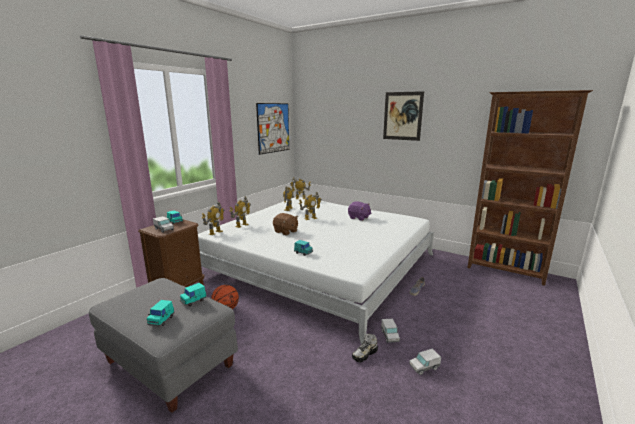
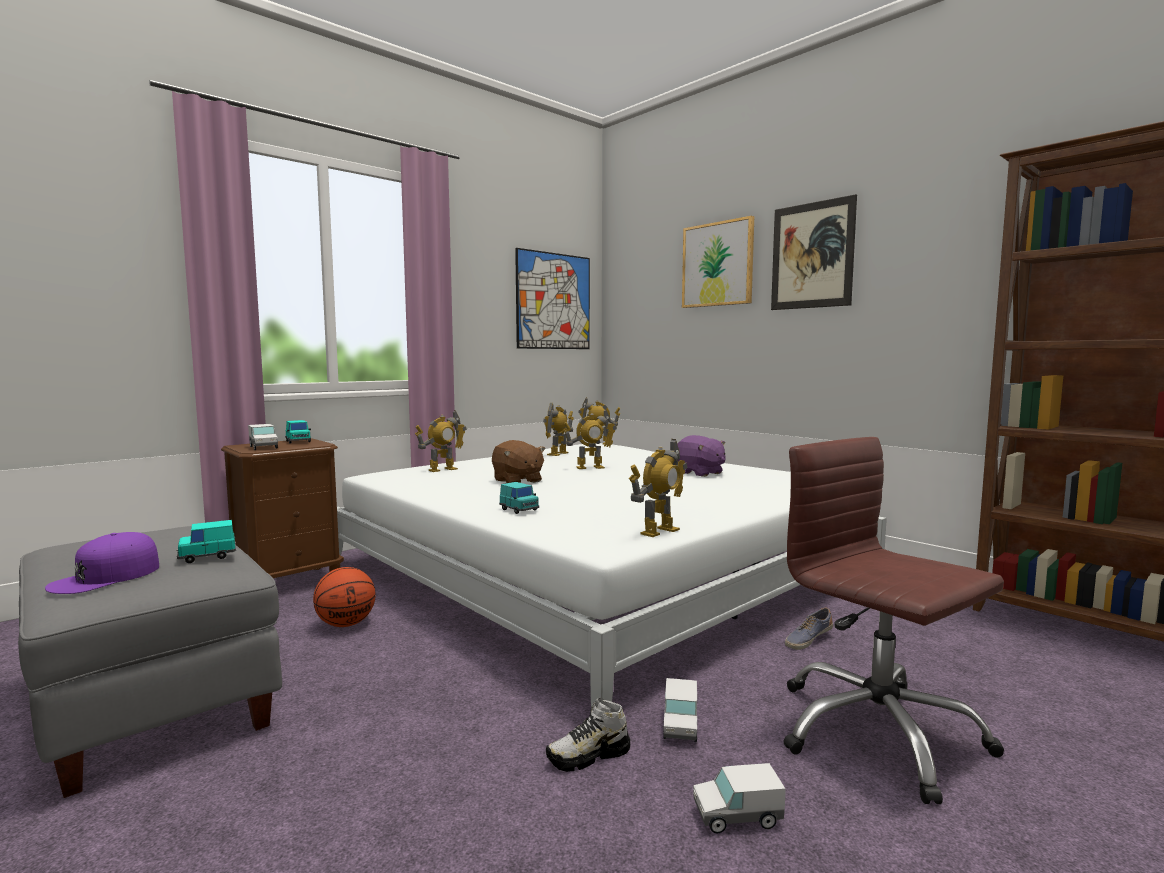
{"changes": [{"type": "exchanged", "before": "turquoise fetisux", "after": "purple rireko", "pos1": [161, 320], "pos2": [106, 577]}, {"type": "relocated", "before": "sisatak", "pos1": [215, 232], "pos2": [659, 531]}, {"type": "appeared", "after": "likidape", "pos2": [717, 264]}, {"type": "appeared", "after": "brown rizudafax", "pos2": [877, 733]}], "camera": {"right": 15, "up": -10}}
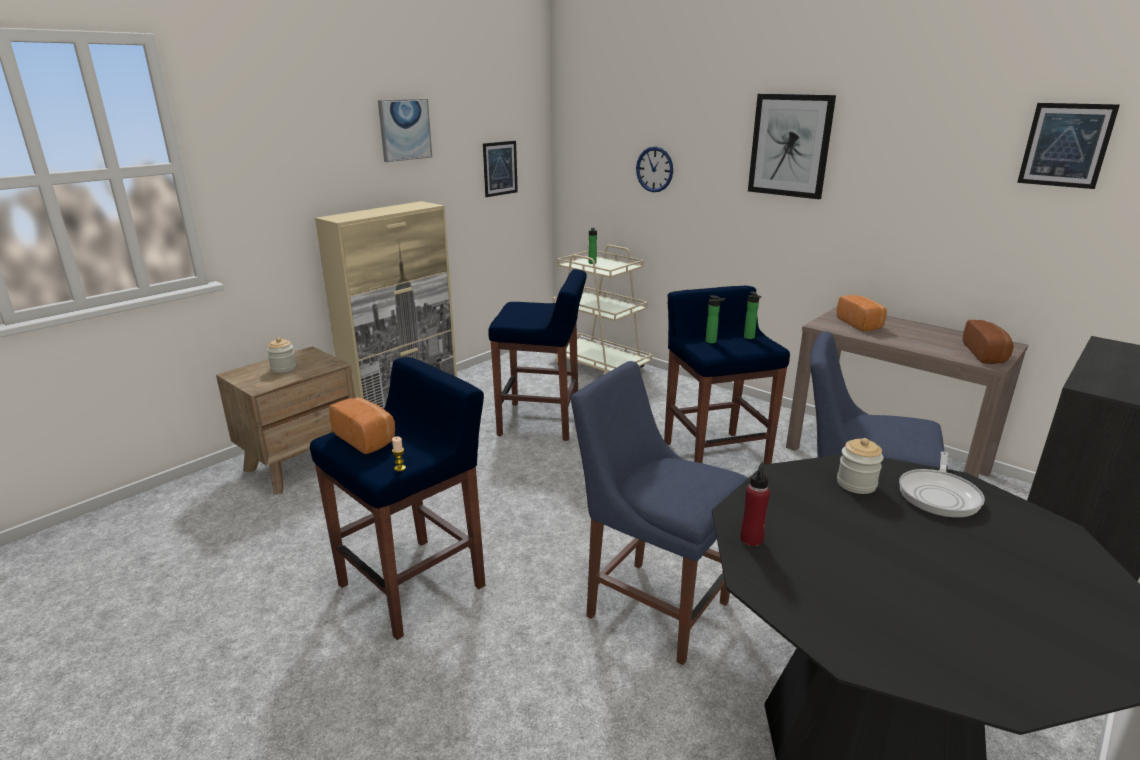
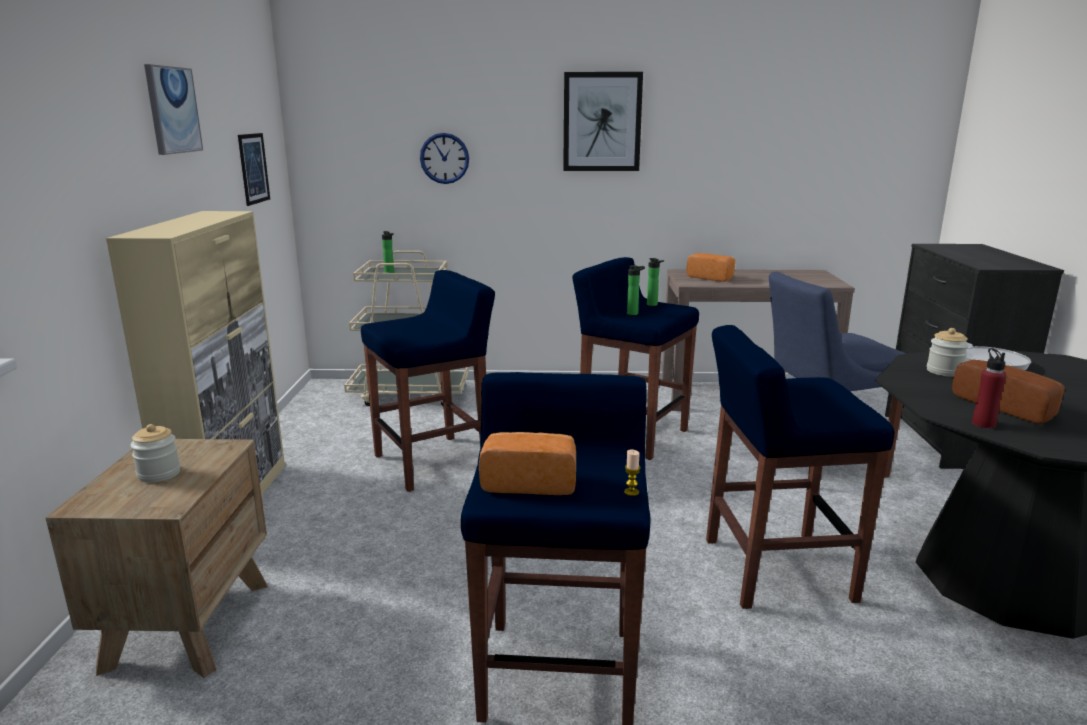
{"changes": [{"type": "exchanged", "before": "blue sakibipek", "after": "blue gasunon", "pos1": [652, 605], "pos2": [774, 570]}, {"type": "relocated", "before": "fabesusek", "pos1": [987, 354], "pos2": [1007, 406]}, {"type": "missing", "before": "likidape", "pos1": [1066, 145]}], "camera": {"right": -40, "up": -5}}
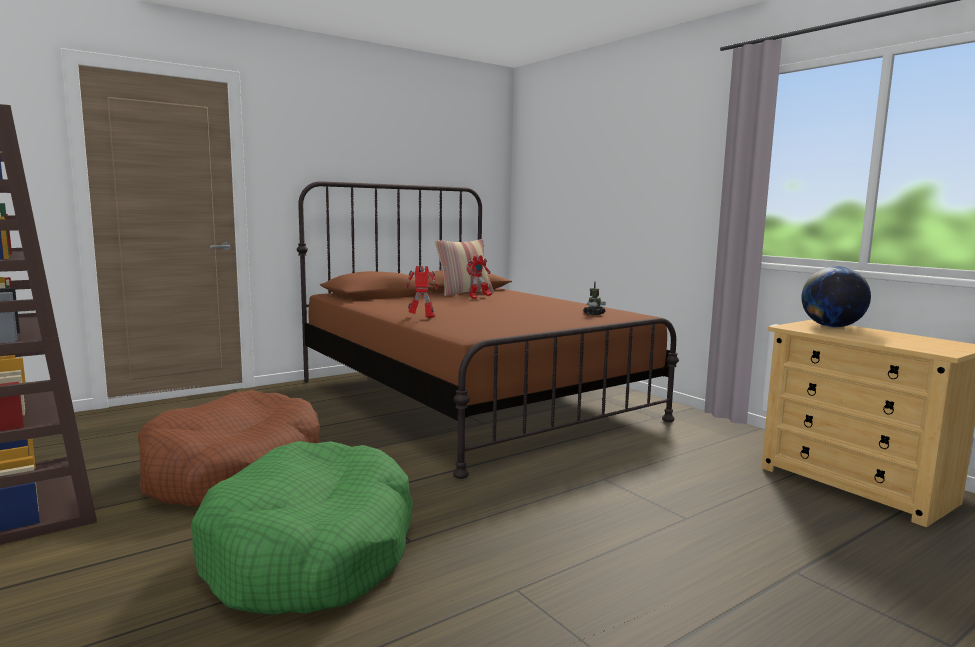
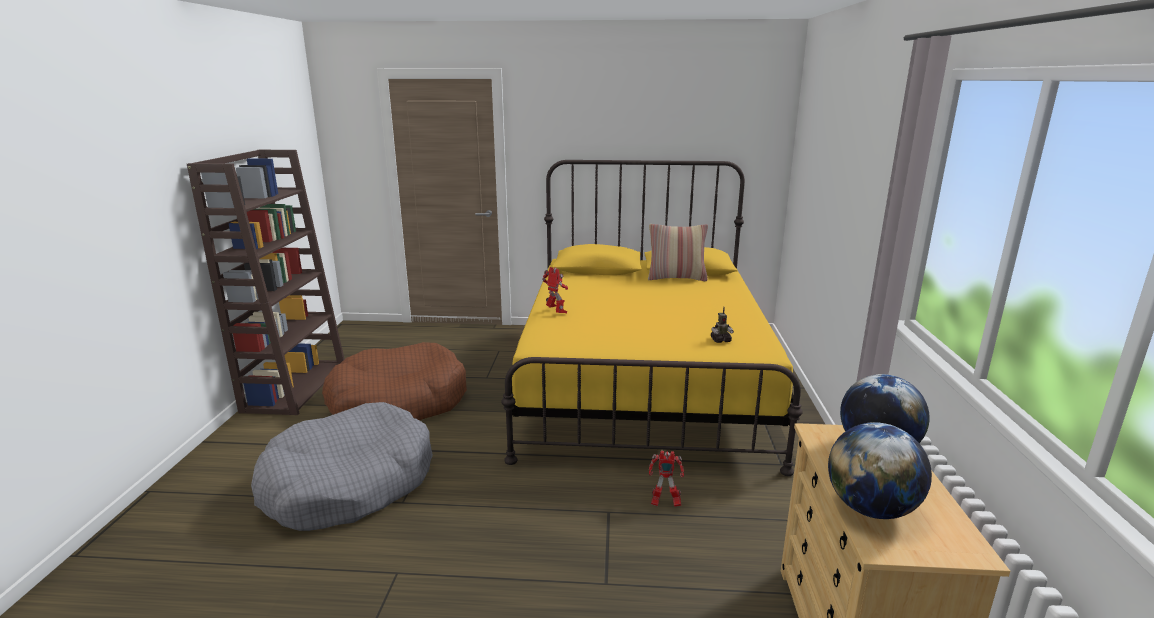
{"changes": [{"type": "colour", "before": "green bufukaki", "after": "grey bufukaki", "pos1": [311, 551], "pos2": [348, 484]}, {"type": "colour", "before": "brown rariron", "after": "yellow rariron", "pos1": [471, 399], "pos2": [642, 384]}, {"type": "relocated", "before": "sisatak", "pos1": [478, 298], "pos2": [664, 503]}, {"type": "appeared", "after": "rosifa", "pos2": [870, 508]}], "camera": {"right": 40, "up": 10}}
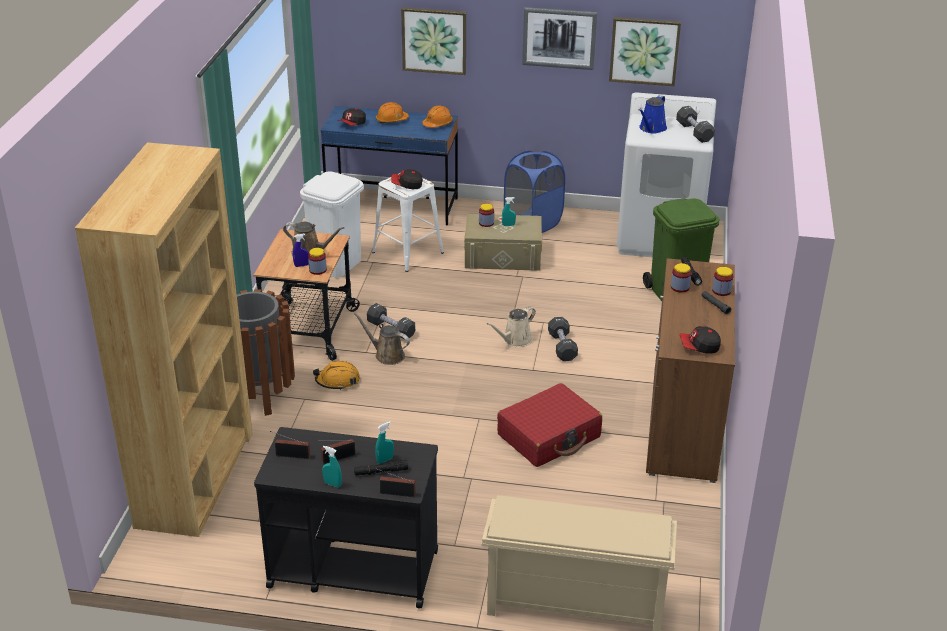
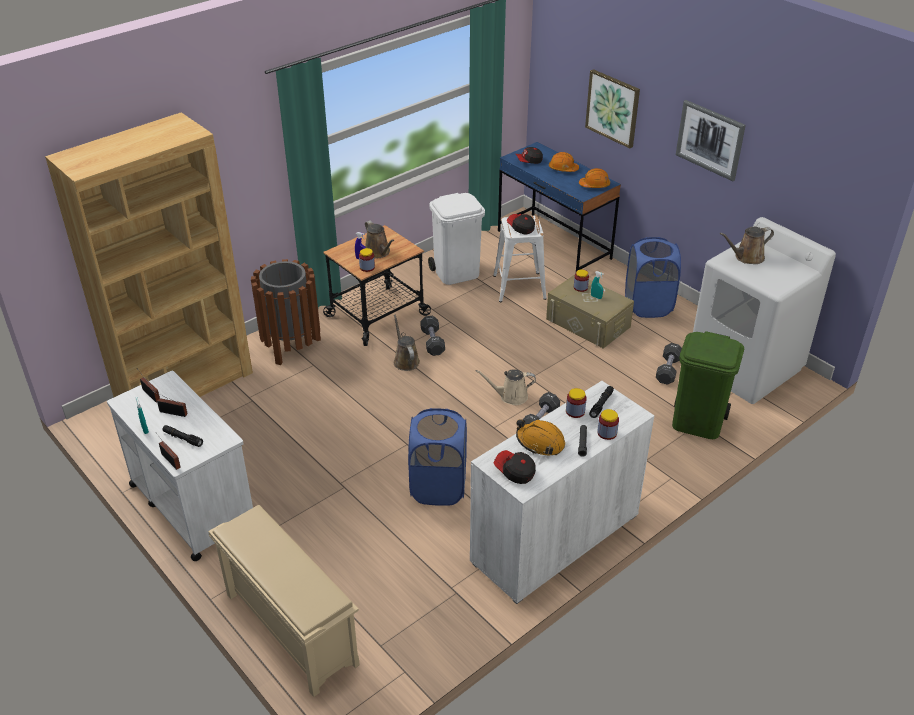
{"changes": [{"type": "colour", "before": "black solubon", "after": "white solubon", "pos1": [352, 568], "pos2": [192, 505]}, {"type": "exchanged", "before": "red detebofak", "after": "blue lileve", "pos1": [549, 436], "pos2": [438, 487]}, {"type": "colour", "before": "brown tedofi", "after": "white tedofi", "pos1": [683, 423], "pos2": [555, 538]}, {"type": "relocated", "before": "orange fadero", "pos1": [337, 381], "pos2": [540, 442]}, {"type": "relocated", "before": "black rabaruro", "pos1": [694, 132], "pos2": [668, 370]}, {"type": "colour", "before": "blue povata", "after": "brown povata", "pos1": [651, 128], "pos2": [746, 257]}, {"type": "missing", "before": "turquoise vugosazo", "pos1": [385, 460]}, {"type": "missing", "before": "likidape", "pos1": [644, 51]}], "camera": {"right": 40, "up": 5}}
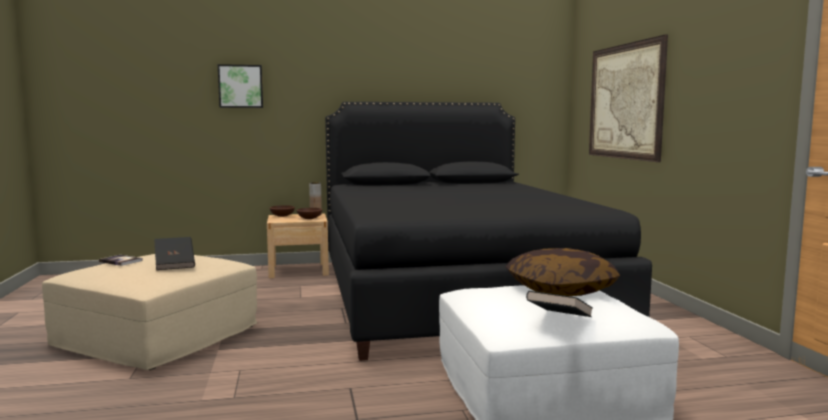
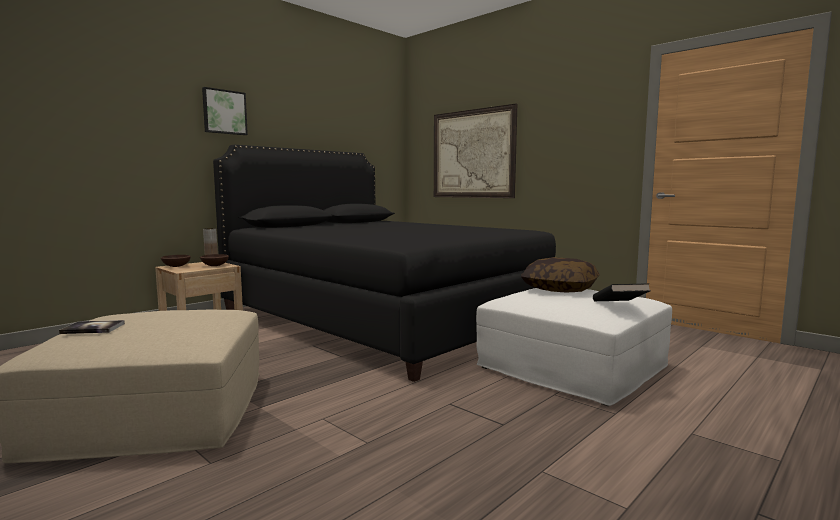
{"changes": [{"type": "relocated", "before": "likidape", "pos1": [240, 86], "pos2": [224, 112]}, {"type": "missing", "before": "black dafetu", "pos1": [175, 264]}], "camera": {"right": -35, "up": 0}}
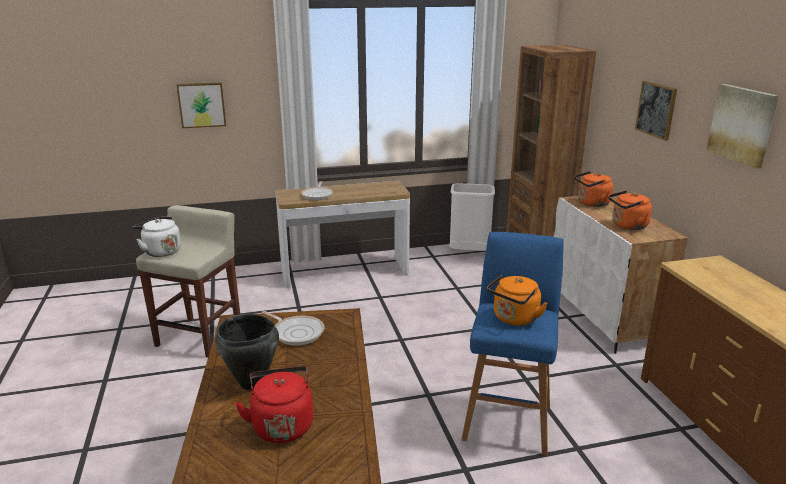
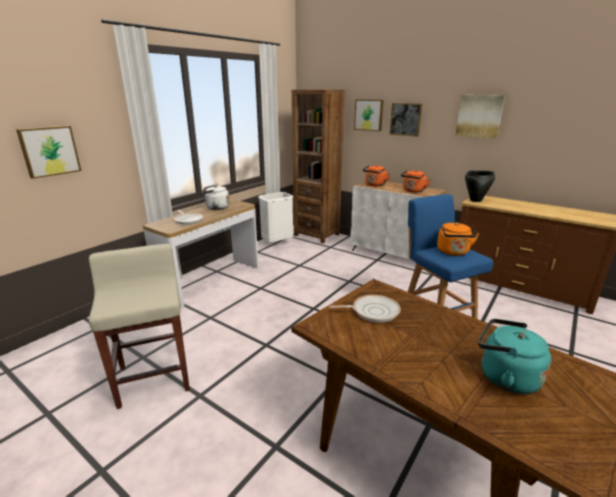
{"changes": [{"type": "relocated", "before": "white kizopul", "pos1": [160, 251], "pos2": [216, 208]}, {"type": "appeared", "after": "likidape", "pos2": [369, 115]}, {"type": "relocated", "before": "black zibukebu", "pos1": [252, 383], "pos2": [476, 200]}, {"type": "colour", "before": "red kizopul", "after": "turquoise kizopul", "pos1": [282, 425], "pos2": [504, 377]}], "camera": {"right": -40, "up": 0}}
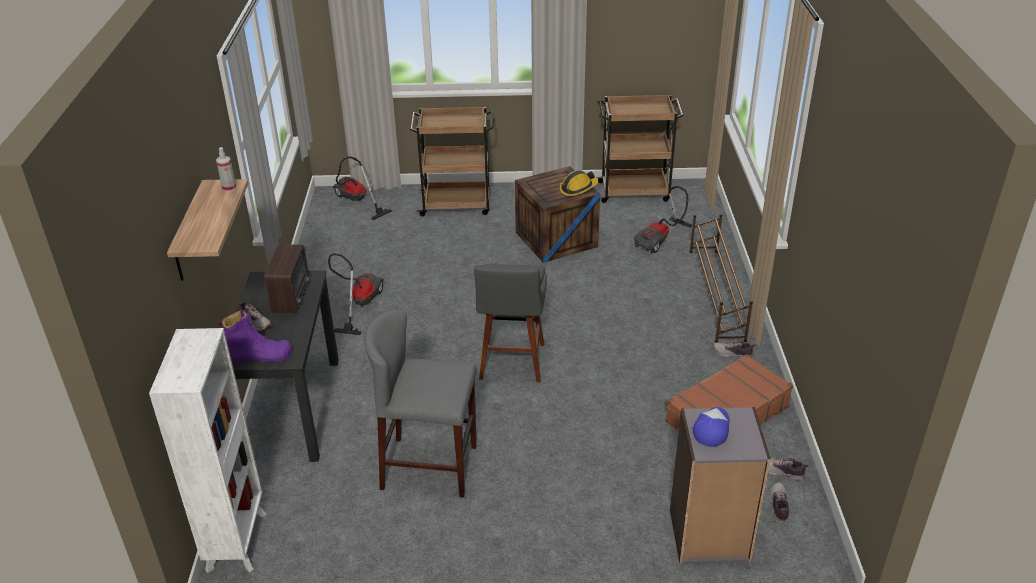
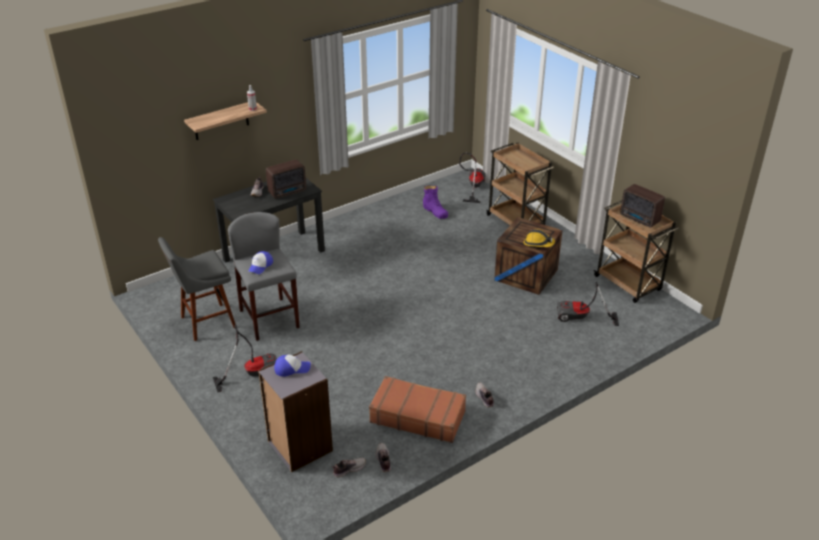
{"changes": [{"type": "relocated", "before": "grey gasunon", "pos1": [511, 364], "pos2": [205, 323]}, {"type": "relocated", "before": "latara", "pos1": [359, 304], "pos2": [253, 373]}, {"type": "appeared", "after": "rireko", "pos2": [260, 266]}, {"type": "relocated", "before": "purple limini", "pos1": [259, 356], "pos2": [435, 211]}, {"type": "appeared", "after": "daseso", "pos2": [640, 219]}, {"type": "missing", "before": "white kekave", "pos1": [237, 539]}, {"type": "missing", "before": "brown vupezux", "pos1": [716, 294]}], "camera": {"right": 55, "up": 0}}
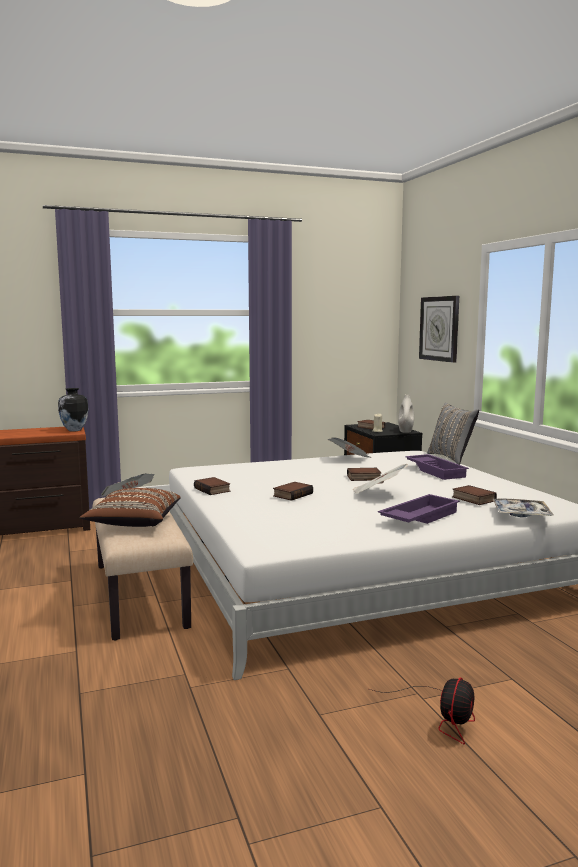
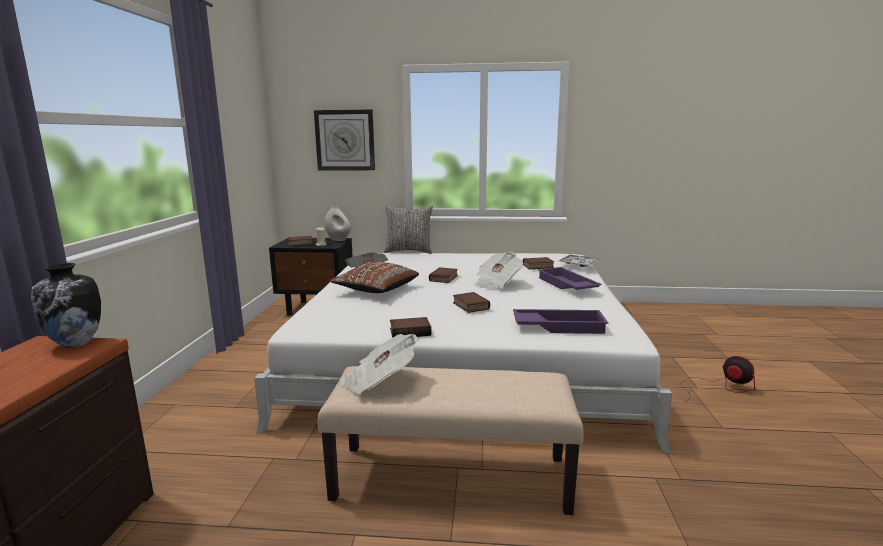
{"changes": [{"type": "relocated", "before": "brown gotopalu", "pos1": [133, 522], "pos2": [376, 290]}, {"type": "relocated", "before": "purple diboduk", "pos1": [436, 471], "pos2": [559, 326]}], "camera": {"right": -65, "up": 5}}
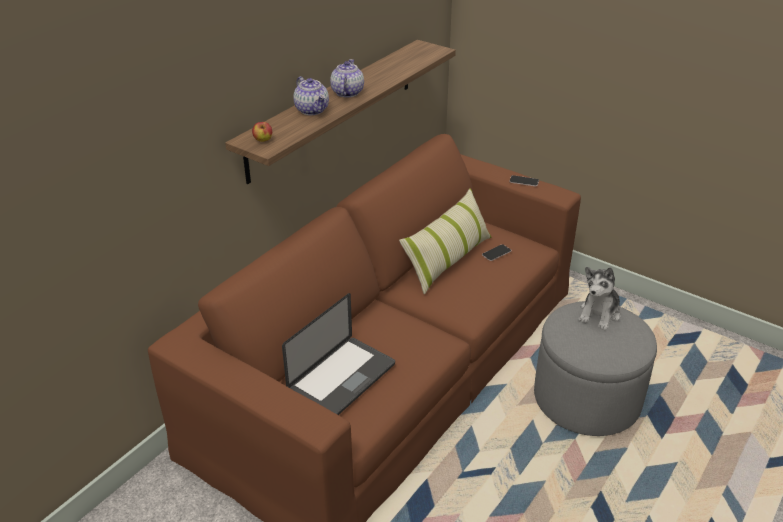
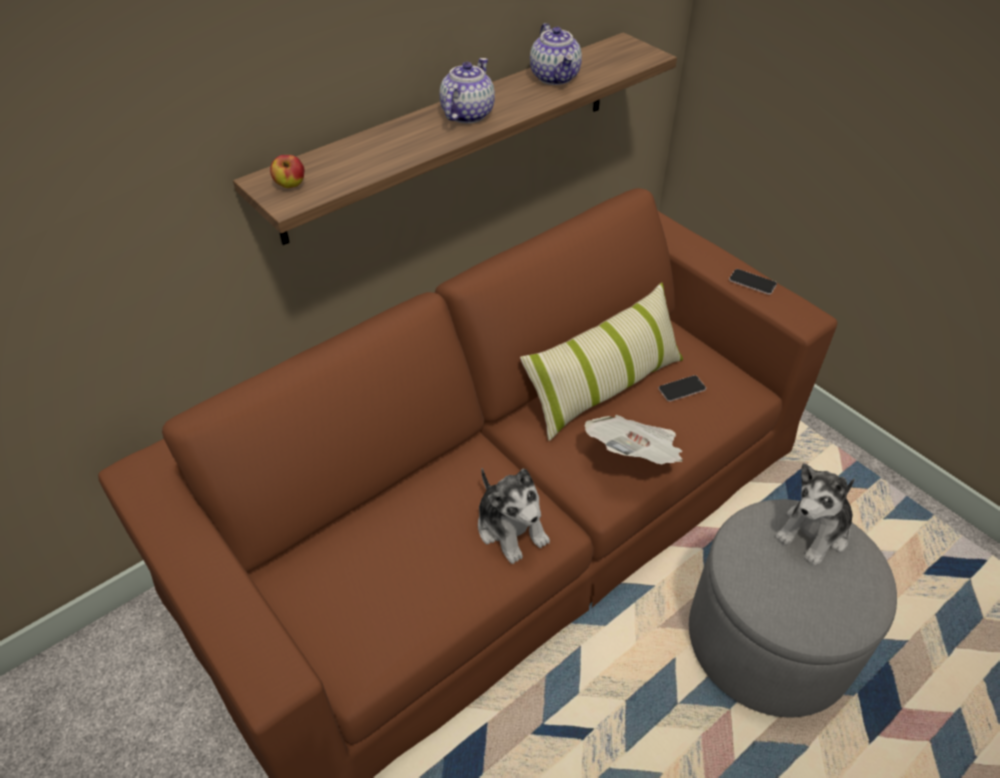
{"changes": [{"type": "appeared", "after": "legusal", "pos2": [511, 528]}, {"type": "relocated", "before": "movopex", "pos1": [312, 110], "pos2": [555, 77]}, {"type": "appeared", "after": "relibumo", "pos2": [634, 455]}, {"type": "missing", "before": "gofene", "pos1": [342, 378]}], "camera": {"right": 15, "up": 10}}
